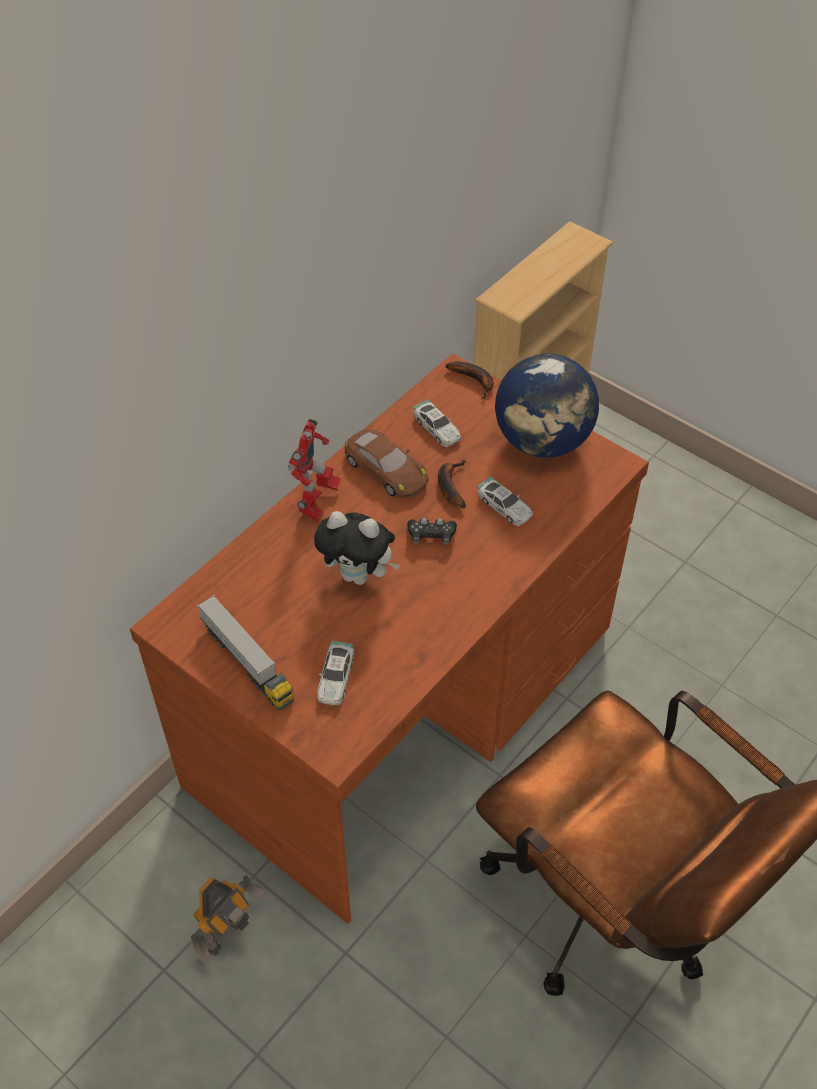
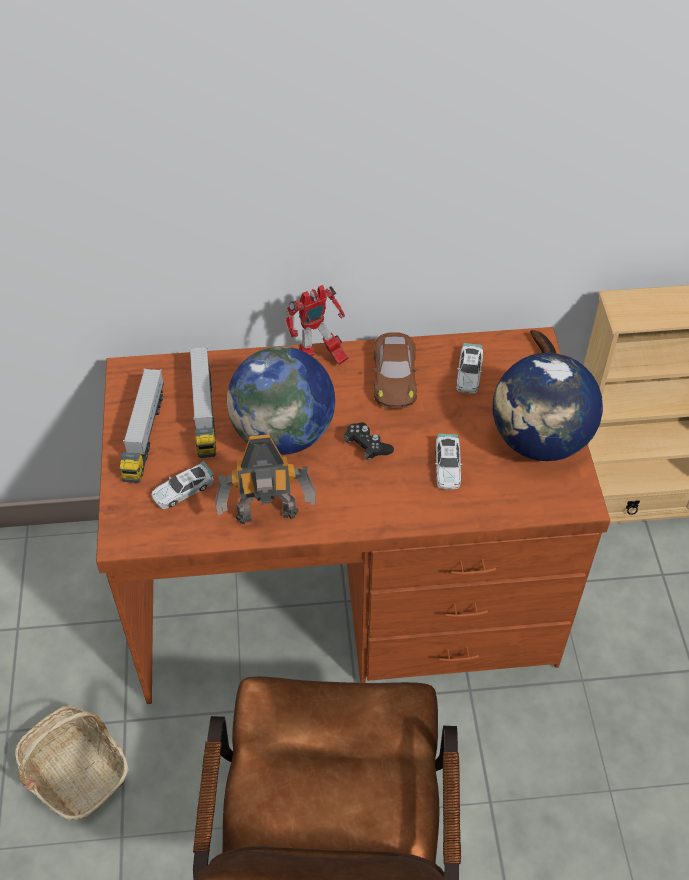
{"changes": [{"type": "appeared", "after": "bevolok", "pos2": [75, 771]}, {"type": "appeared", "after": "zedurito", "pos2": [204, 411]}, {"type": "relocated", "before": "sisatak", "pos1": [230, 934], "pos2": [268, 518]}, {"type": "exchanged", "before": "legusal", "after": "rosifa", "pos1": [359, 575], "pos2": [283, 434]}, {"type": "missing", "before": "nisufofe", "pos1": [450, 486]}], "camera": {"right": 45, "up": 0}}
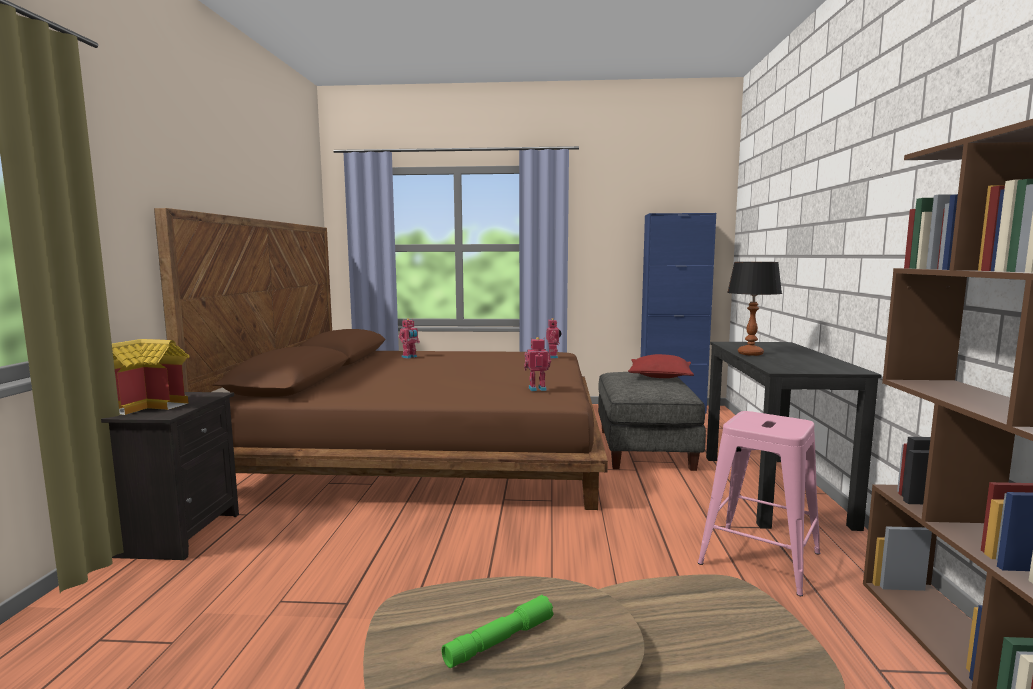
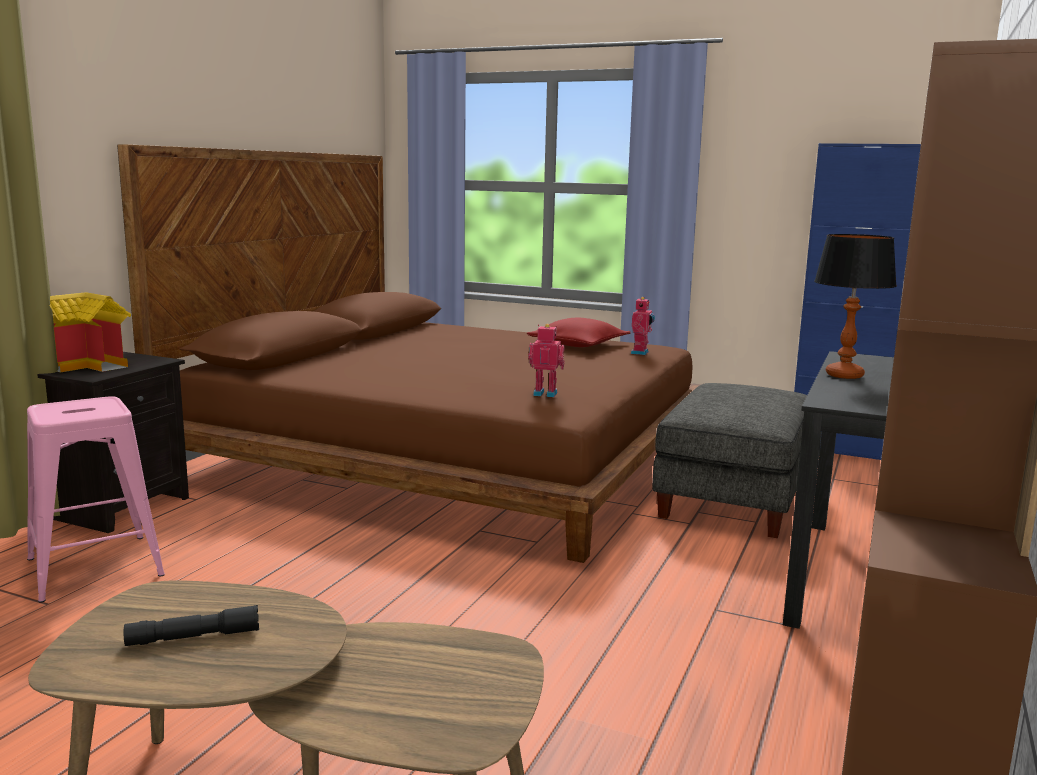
{"changes": [{"type": "relocated", "before": "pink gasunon", "pos1": [759, 558], "pos2": [95, 567]}, {"type": "colour", "before": "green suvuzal", "after": "black suvuzal", "pos1": [499, 641], "pos2": [193, 637]}, {"type": "relocated", "before": "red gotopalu", "pos1": [660, 376], "pos2": [578, 345]}, {"type": "missing", "before": "sisatak", "pos1": [410, 357]}], "camera": {"right": 20, "up": 5}}
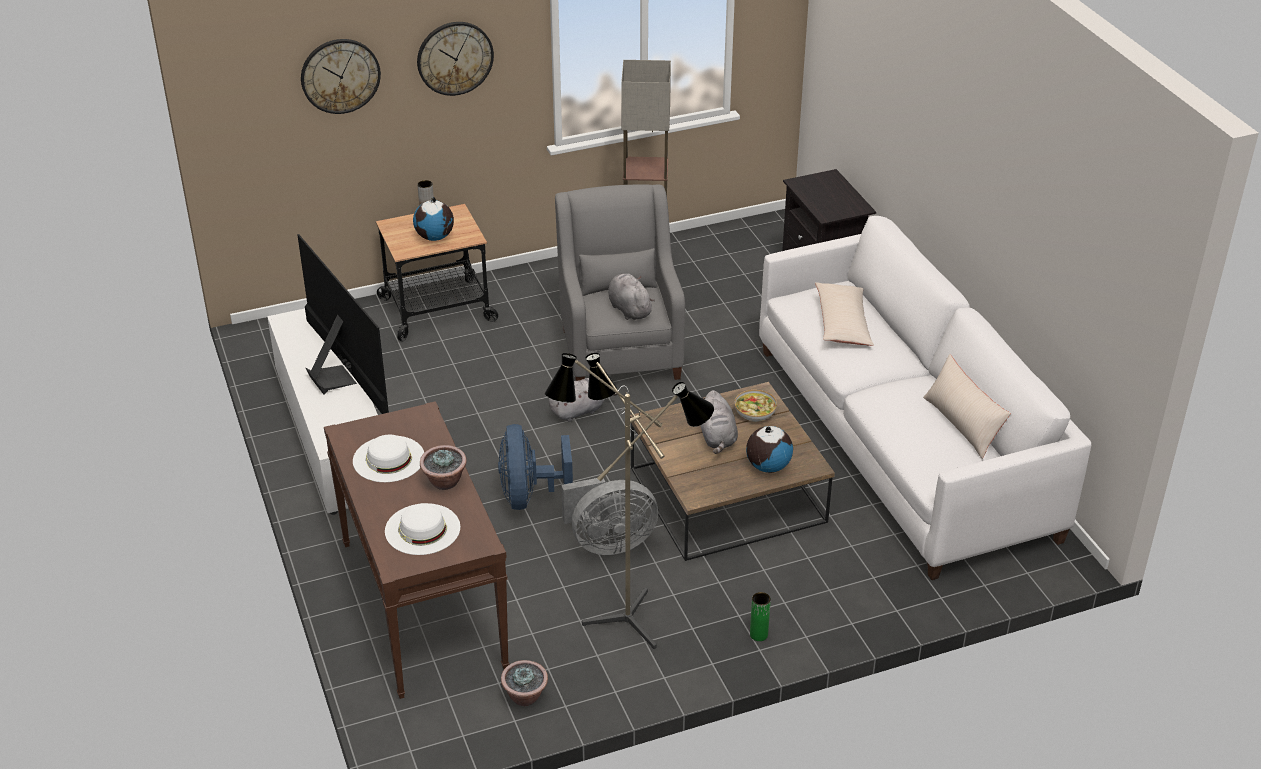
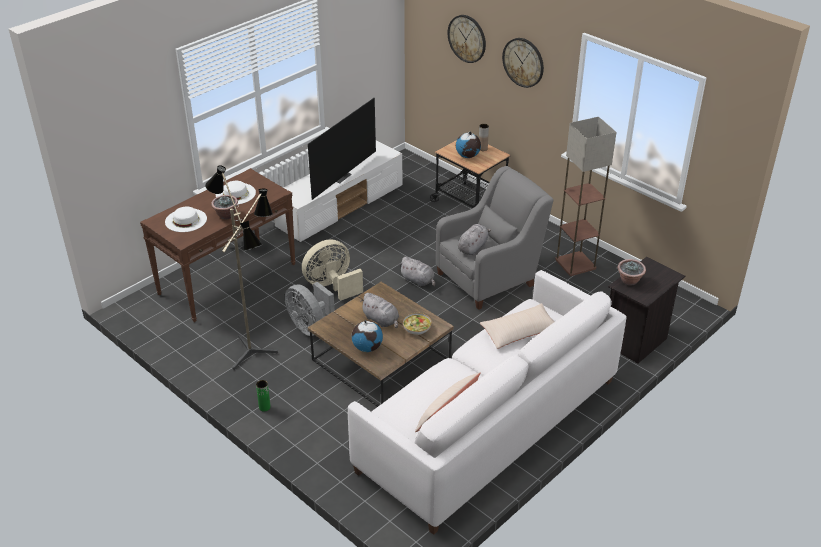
{"changes": [{"type": "colour", "before": "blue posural", "after": "beige posural", "pos1": [529, 496], "pos2": [332, 286]}, {"type": "spun", "before": "grey legusal", "pos1": [717, 438], "pos2": [381, 320], "turn": -105}, {"type": "relocated", "before": "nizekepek", "pos1": [525, 697], "pos2": [629, 281]}], "camera": {"right": 65, "up": 0}}
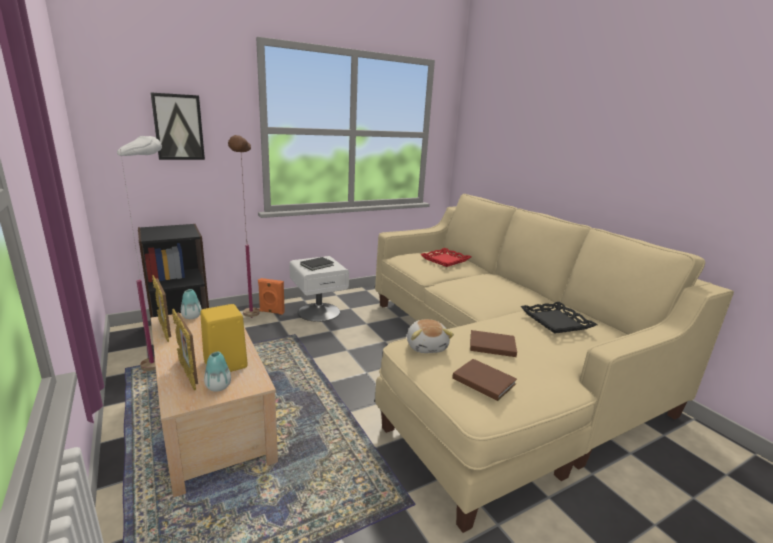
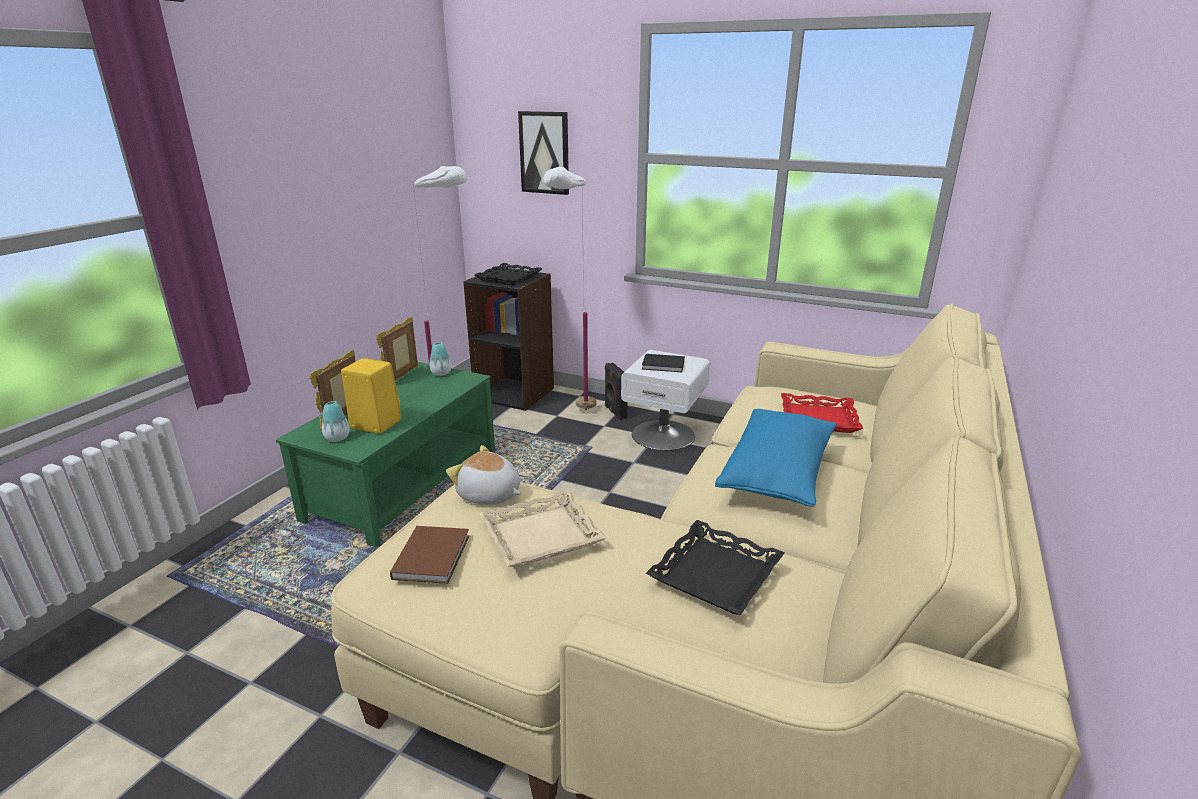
{"changes": [{"type": "colour", "before": "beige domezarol", "after": "green domezarol", "pos1": [214, 417], "pos2": [405, 483]}, {"type": "spun", "before": "legusal", "pos1": [427, 346], "pos2": [489, 495], "turn": 75}, {"type": "appeared", "after": "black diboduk", "pos2": [509, 278]}, {"type": "exchanged", "before": "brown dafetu", "after": "beige diboduk", "pos1": [491, 345], "pos2": [541, 535]}, {"type": "colour", "before": "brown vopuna", "after": "white vopuna", "pos1": [251, 324], "pos2": [574, 416]}, {"type": "colour", "before": "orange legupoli", "after": "black legupoli", "pos1": [271, 312], "pos2": [614, 412]}, {"type": "appeared", "after": "blue gotopalu", "pos2": [777, 474]}], "camera": {"right": 55, "up": 5}}
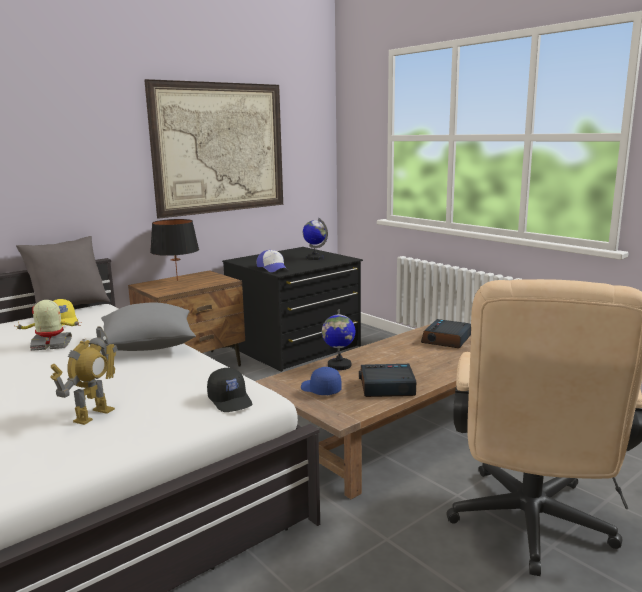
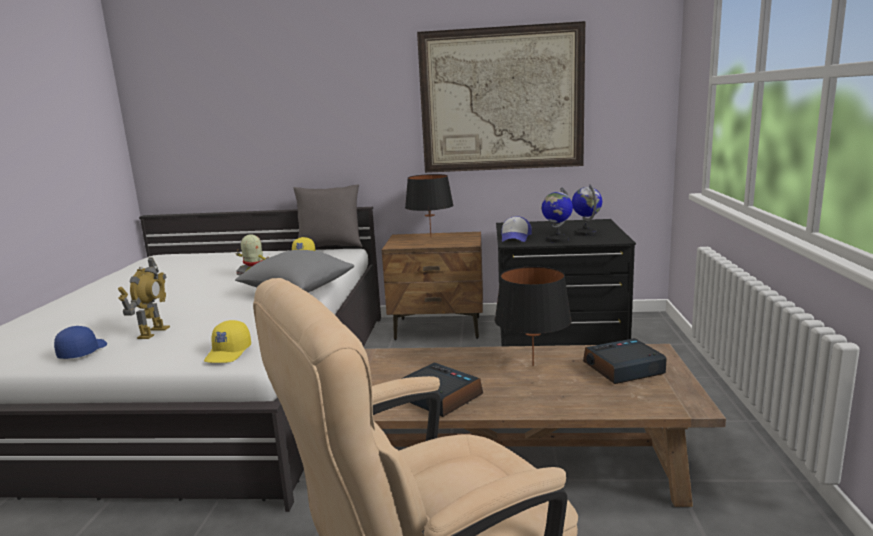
{"changes": [{"type": "relocated", "before": "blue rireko", "pos1": [320, 390], "pos2": [82, 351]}, {"type": "spun", "before": "sisatak", "pos1": [93, 415], "pos2": [153, 332], "turn": -60}, {"type": "colour", "before": "black rireko", "after": "yellow rireko", "pos1": [231, 401], "pos2": [229, 353]}, {"type": "appeared", "after": "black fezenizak", "pos2": [533, 365]}, {"type": "relocated", "before": "rosifa", "pos1": [339, 365], "pos2": [557, 240]}], "camera": {"right": 45, "up": 0}}
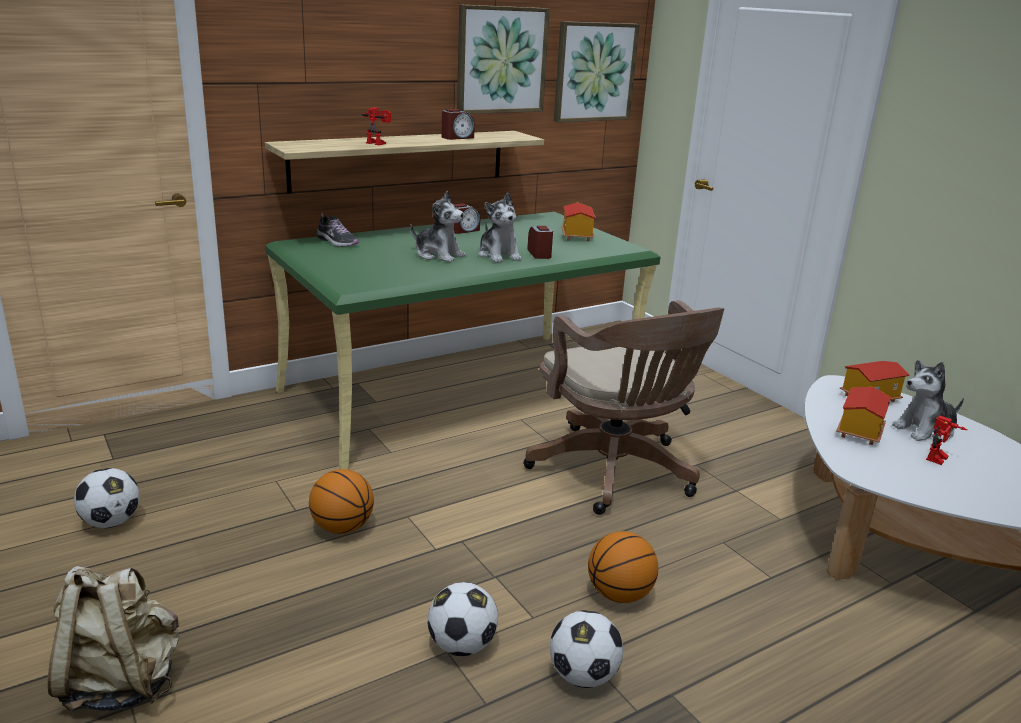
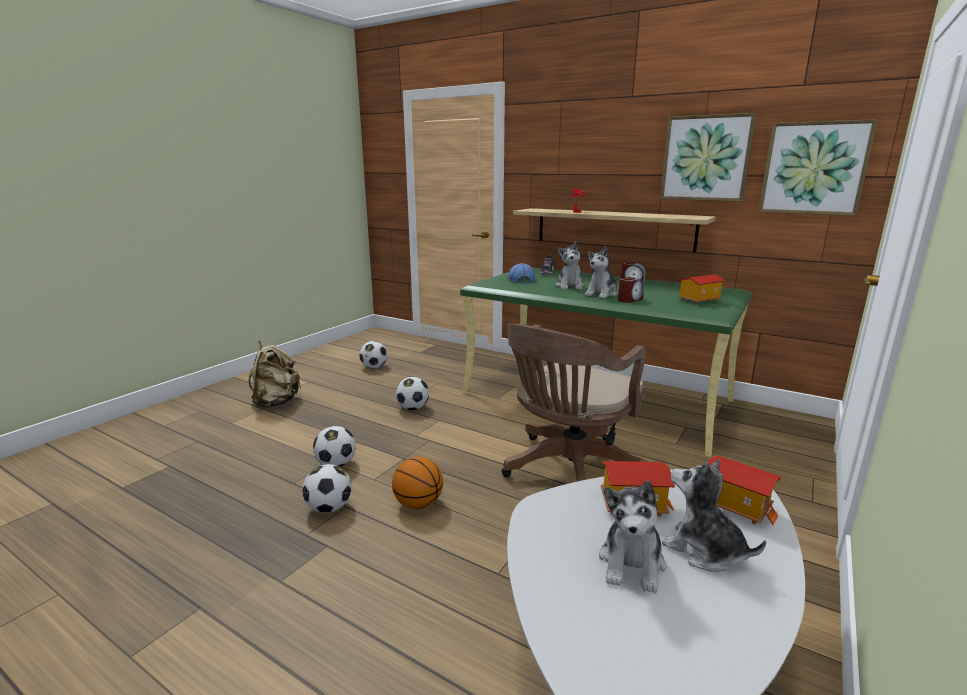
{"changes": [{"type": "exchanged", "before": "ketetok", "after": "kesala", "pos1": [342, 527], "pos2": [413, 408]}, {"type": "appeared", "after": "rireko", "pos2": [520, 279]}, {"type": "exchanged", "before": "sisatak", "after": "legusal", "pos1": [939, 460], "pos2": [632, 563]}, {"type": "missing", "before": "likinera", "pos1": [457, 137]}], "camera": {"right": 65, "up": -5}}
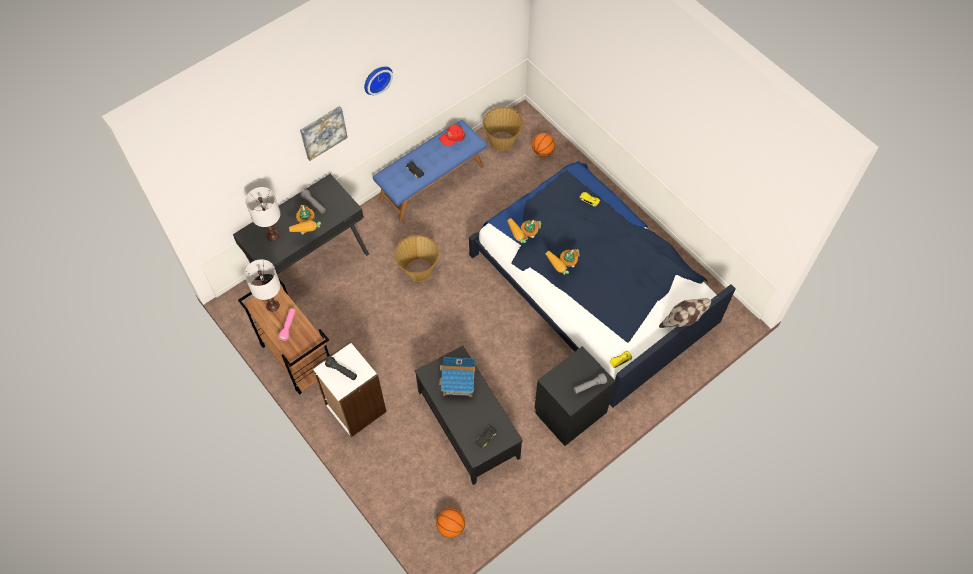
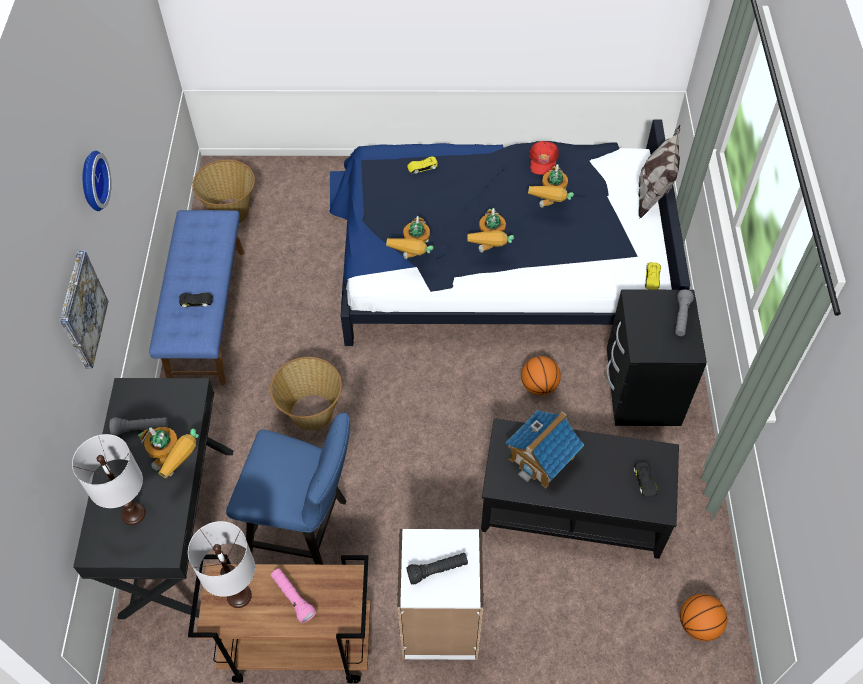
{"changes": [{"type": "appeared", "after": "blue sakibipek", "pos2": [305, 528]}, {"type": "relocated", "before": "ketetok", "pos1": [542, 151], "pos2": [539, 386]}, {"type": "appeared", "after": "sisatak", "pos2": [549, 207]}, {"type": "relocated", "before": "red rireko", "pos1": [452, 137], "pos2": [543, 161]}], "camera": {"right": -50, "up": -5}}
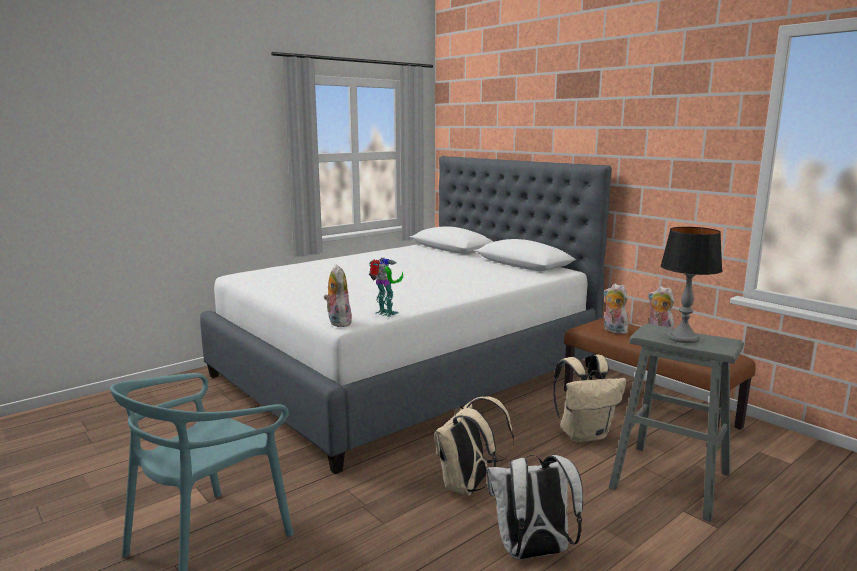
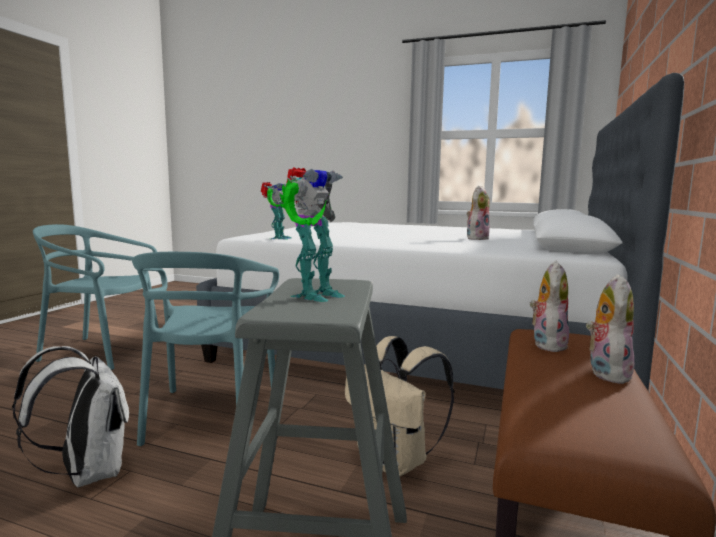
{"changes": [{"type": "exchanged", "before": "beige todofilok", "after": "turquoise sakibipek", "pos1": [468, 487], "pos2": [210, 414]}, {"type": "exchanged", "before": "fezenizak", "after": "sisatak", "pos1": [683, 338], "pos2": [312, 295]}, {"type": "relocated", "before": "legusal", "pos1": [337, 322], "pos2": [476, 238]}], "camera": {"right": 60, "up": -5}}
